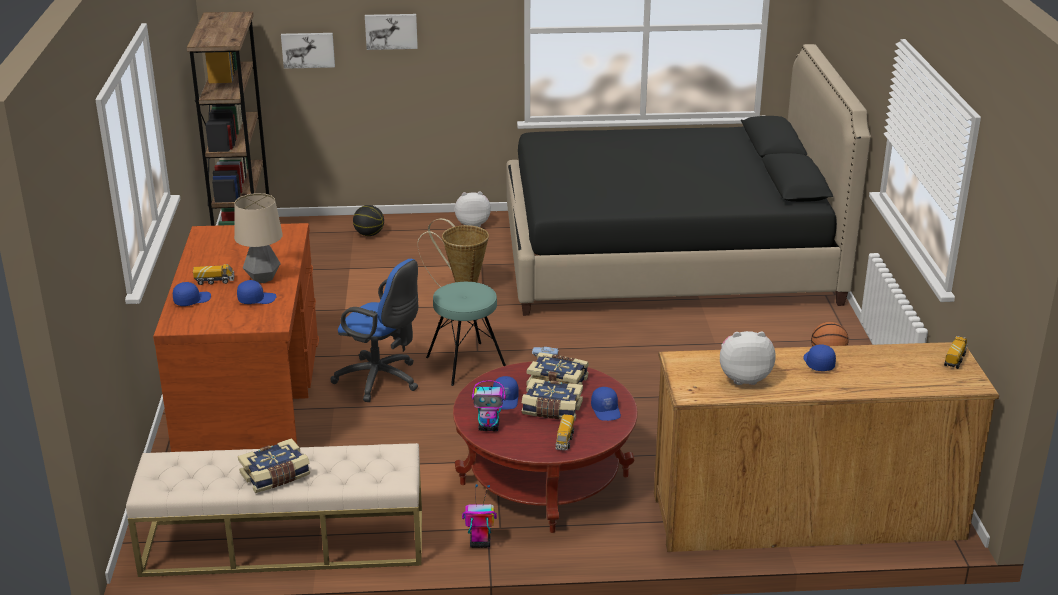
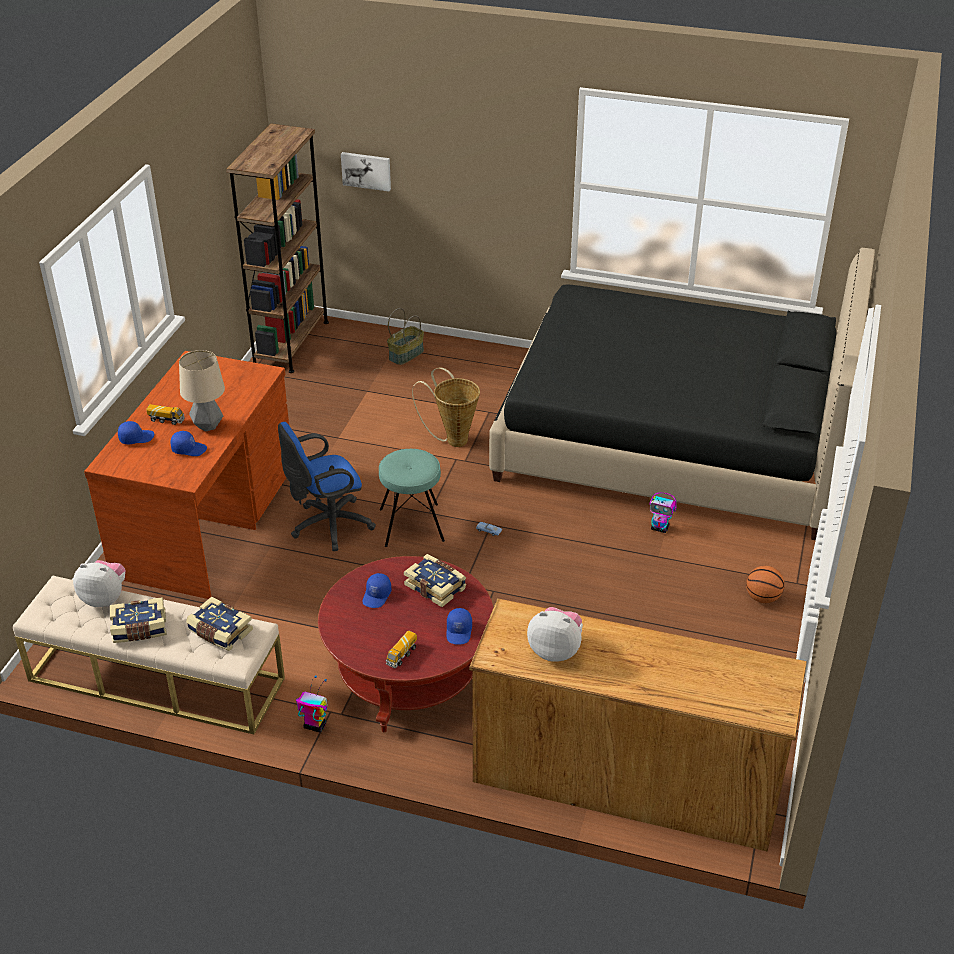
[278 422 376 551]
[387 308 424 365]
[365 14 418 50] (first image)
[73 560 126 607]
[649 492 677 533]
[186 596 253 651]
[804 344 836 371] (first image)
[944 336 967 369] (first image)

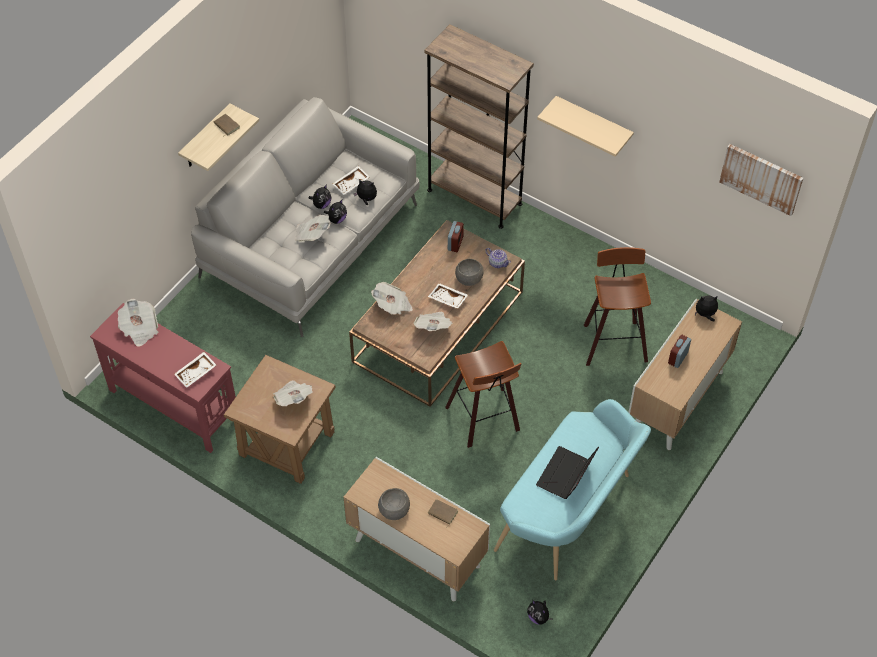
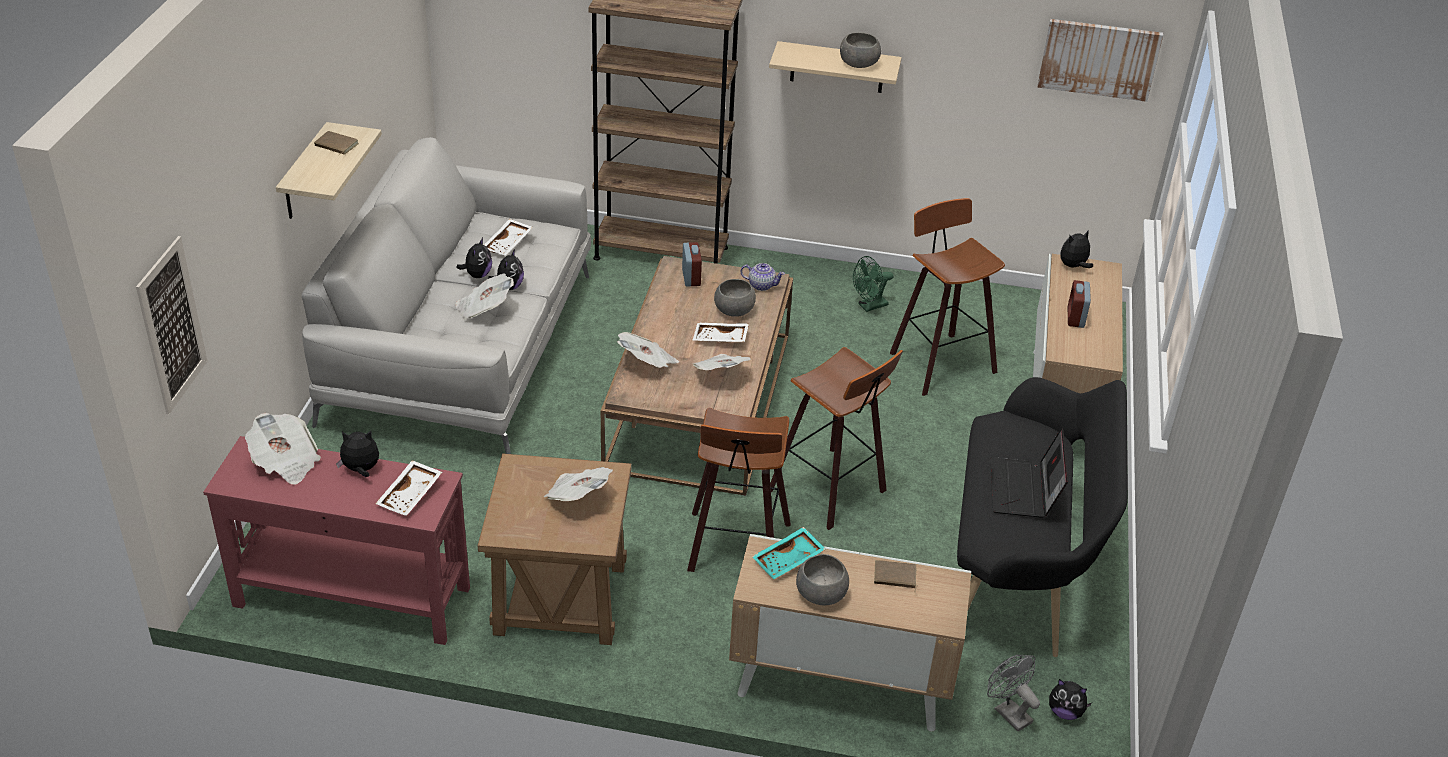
[336 431 379 477]
[957 377 1128 657]
[136 236 208 414]
[687 408 791 572]
[752 527 825 579]
[840 32 881 68]
[853 256 893 312]
[987 655 1040 731]

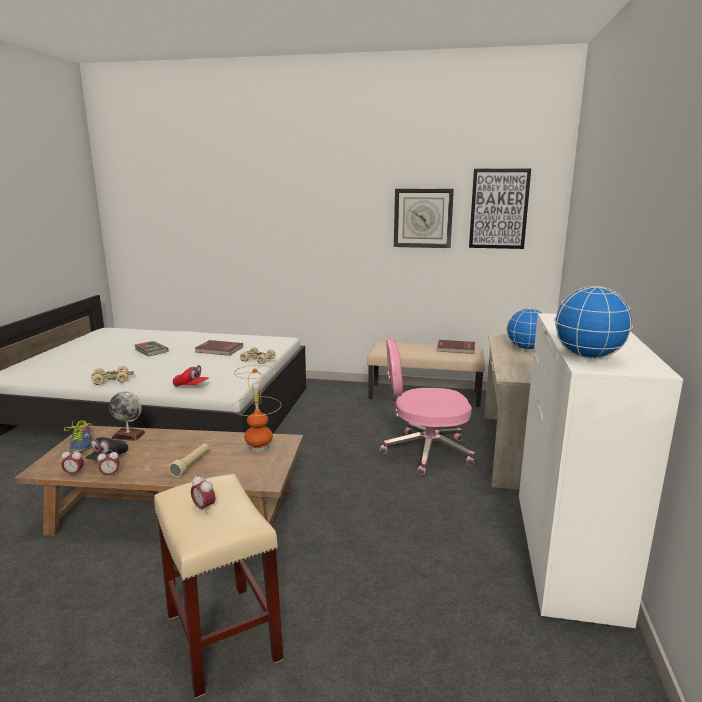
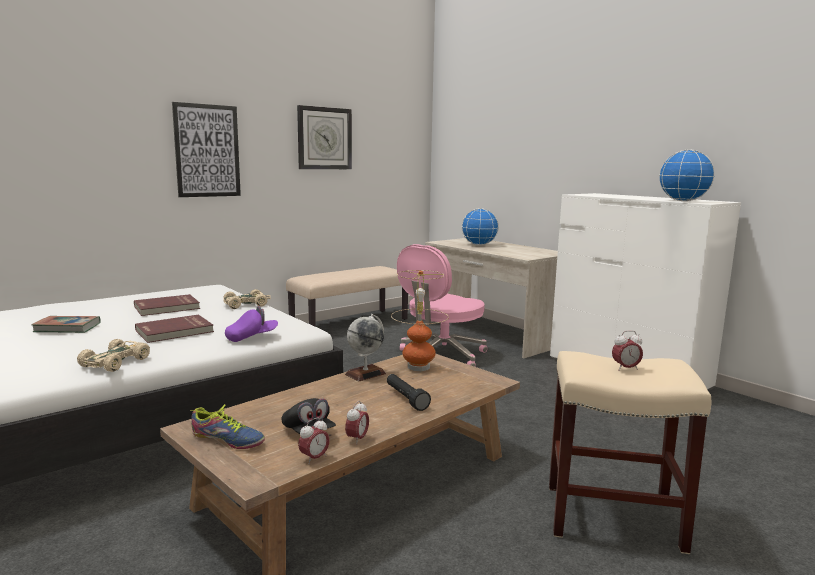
[345 314 386 382]
[387 374 431 411]
[225 306 278 342]
[135 315 214 343]
[172 102 241 197]

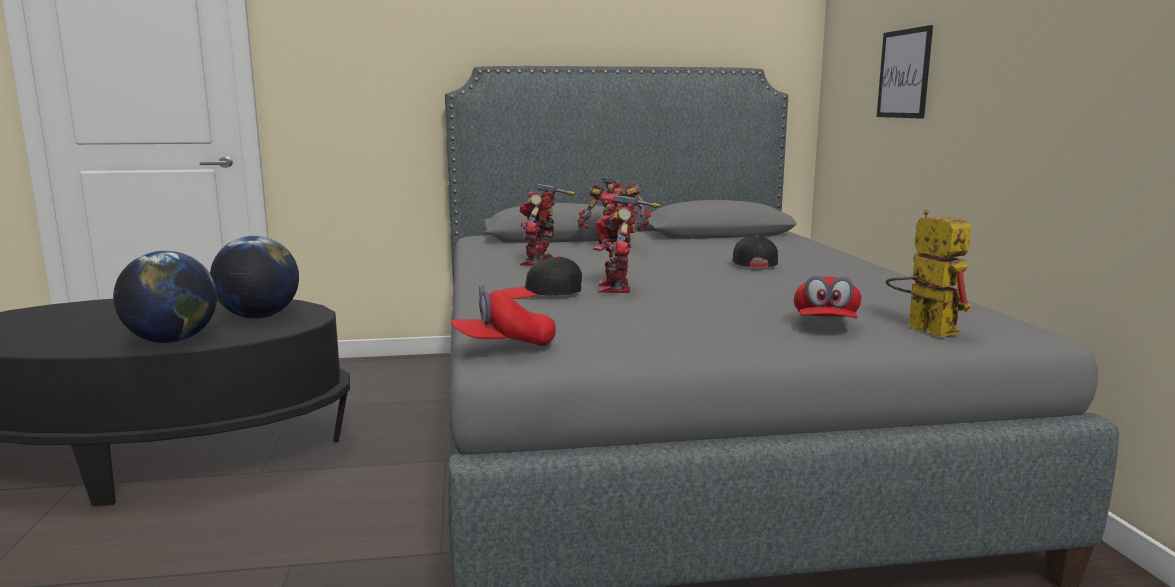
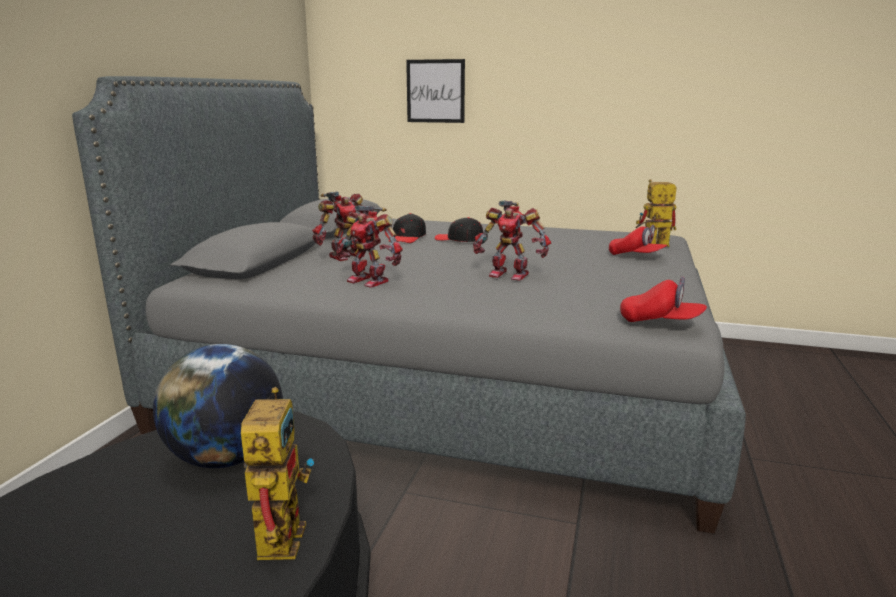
[241 387 314 560]
[620 277 707 322]
[389 213 426 243]

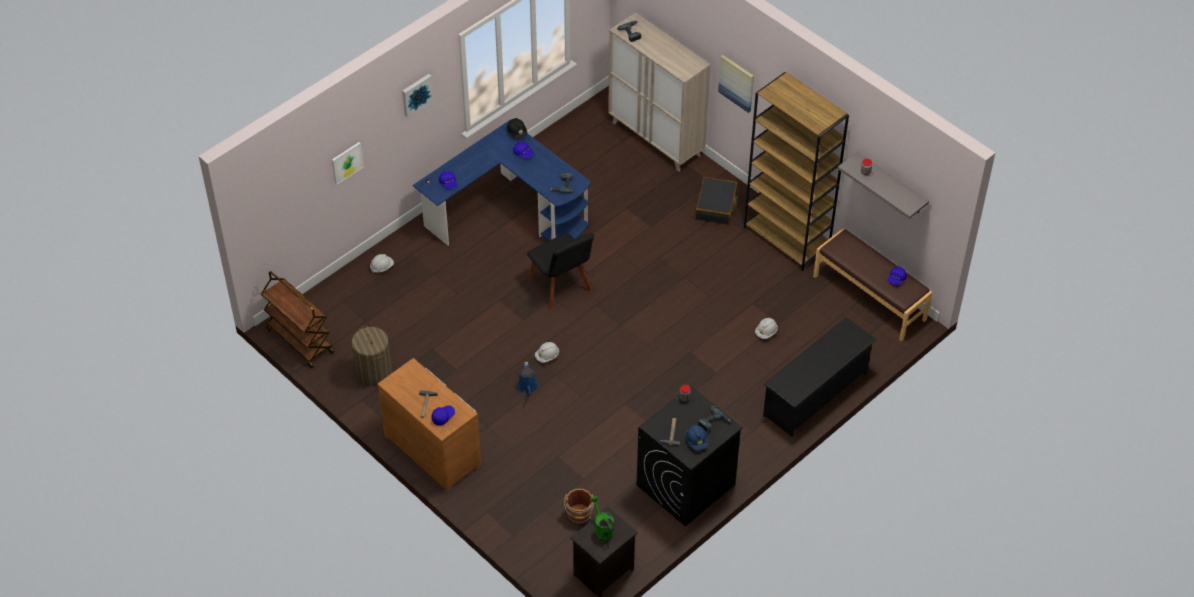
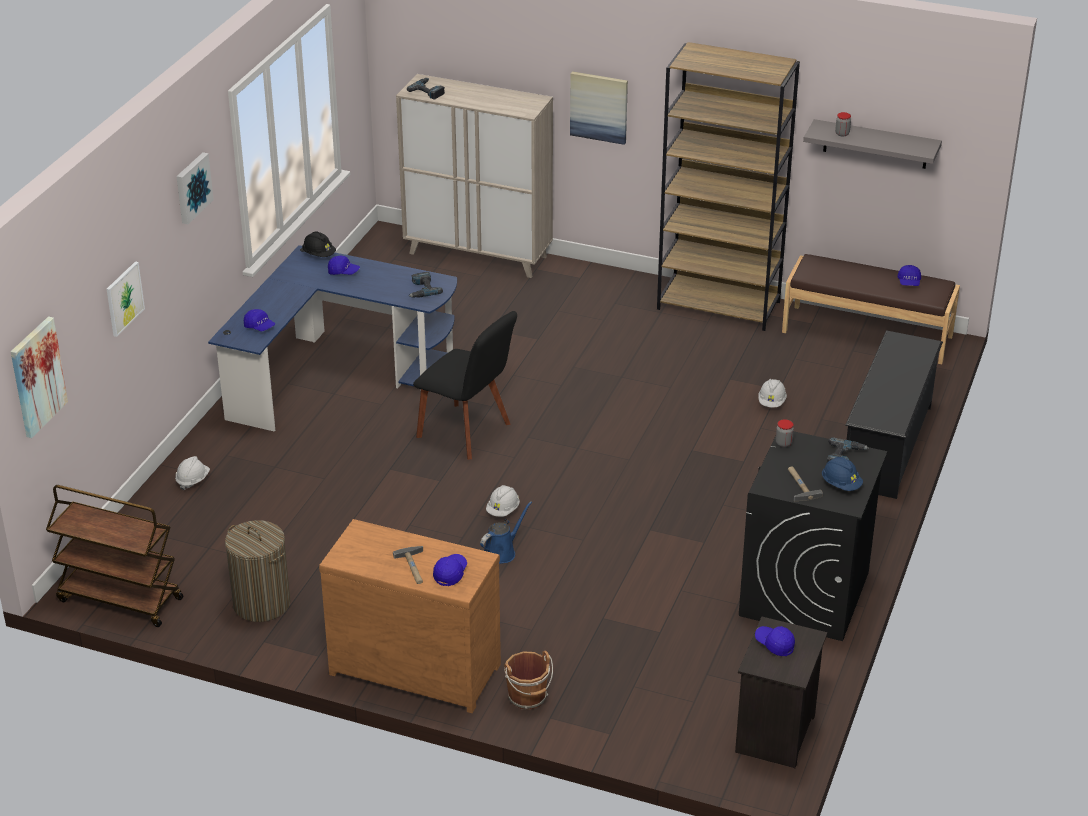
[480 501 532 564]
[504 651 553 710]
[755 626 795 656]
[695 177 738 225] (first image)
[11 316 68 438]

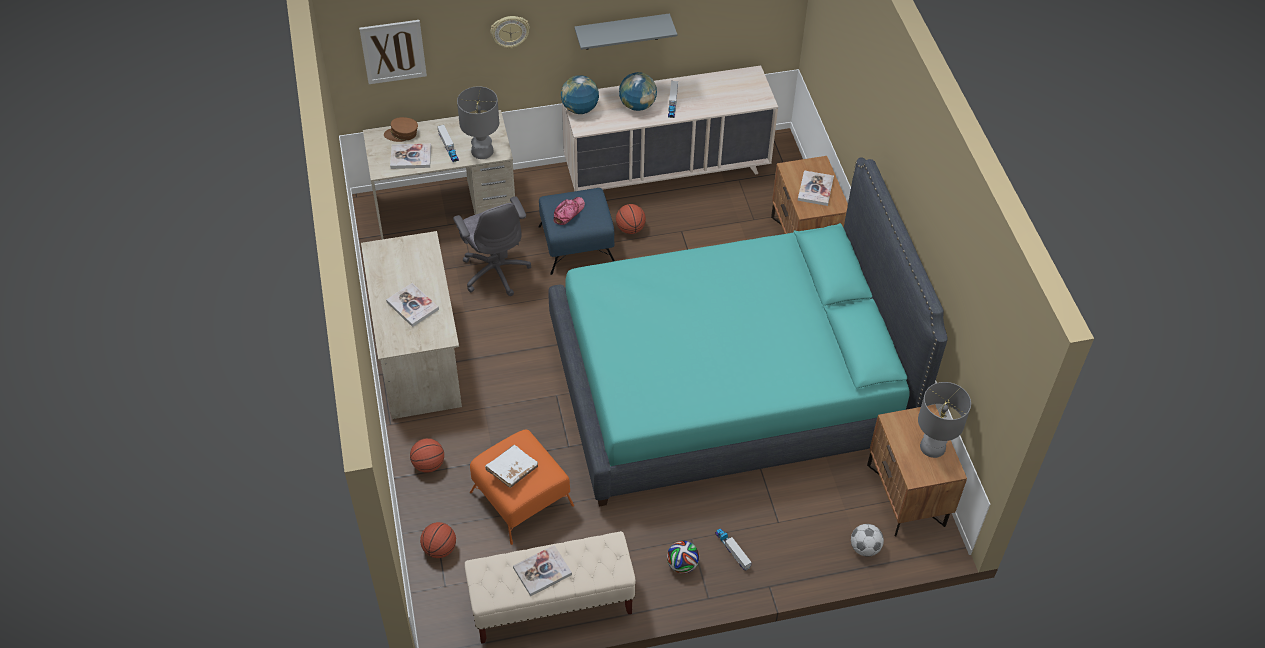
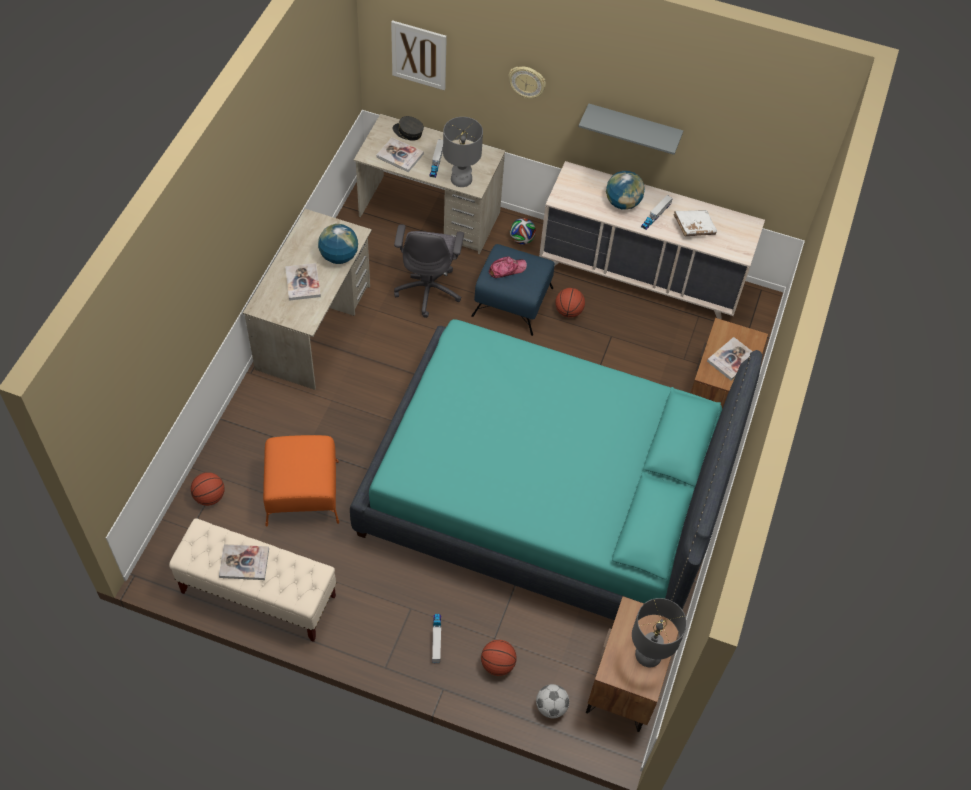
[393 116 424 141]
[481 640 517 676]
[674 210 717 236]
[318 224 358 264]
[510 218 536 245]

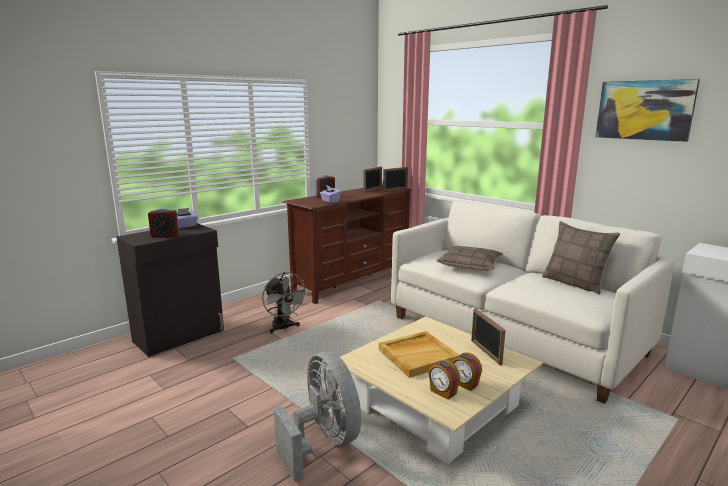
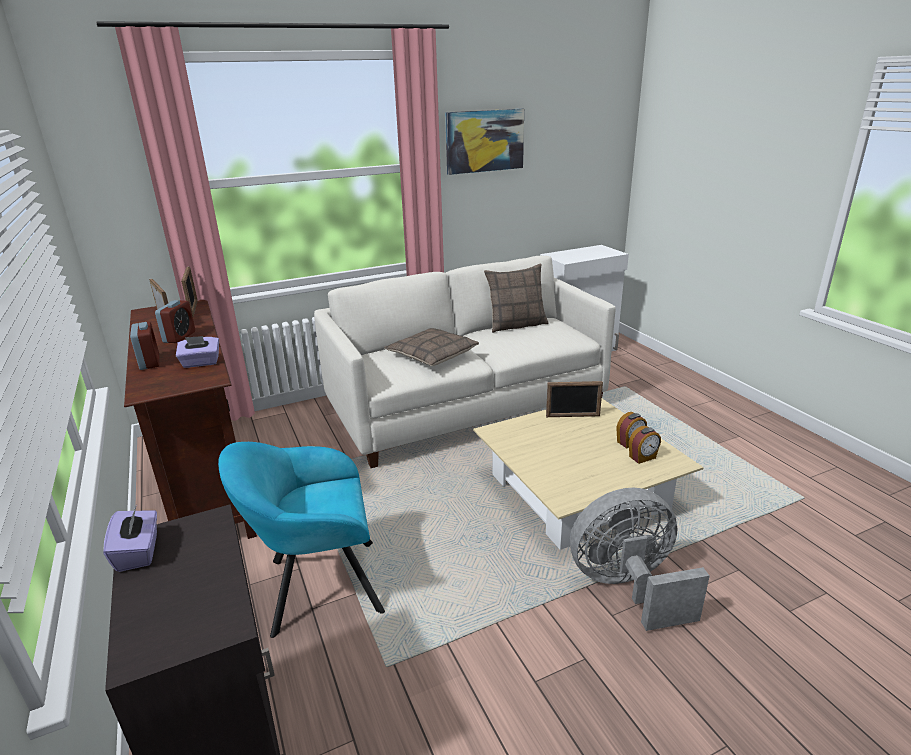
[155 300 195 343]
[218 442 385 638]
[379 331 459 378] (first image)

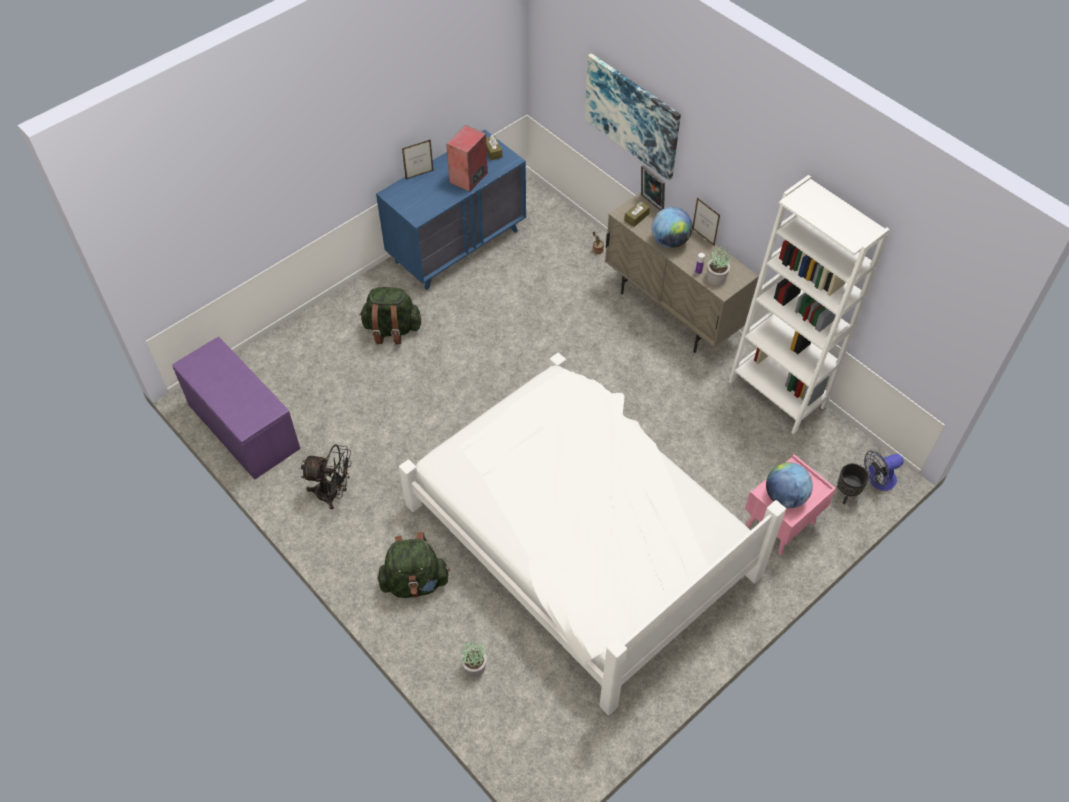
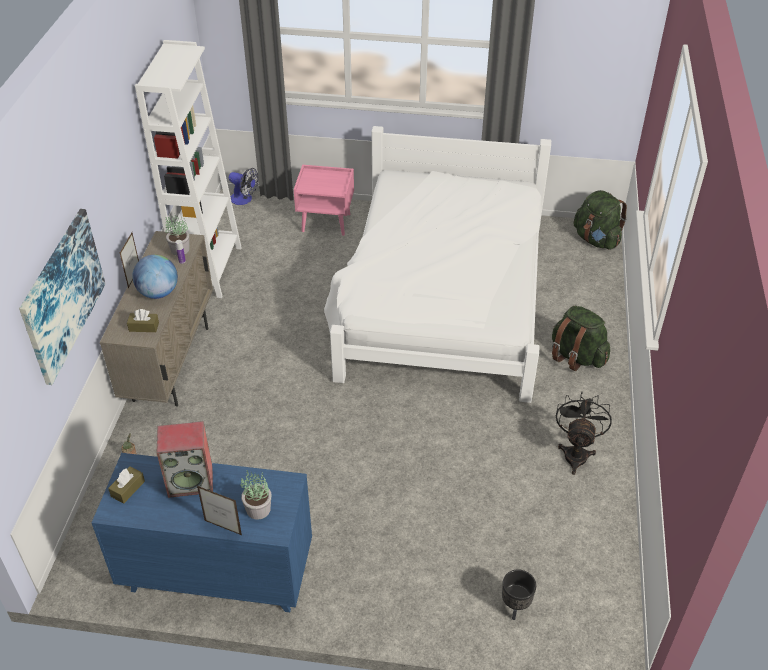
[172 337 300 480] (first image)
[556 392 612 475]
[573 190 627 250]
[241 471 271 520]
[641 165 665 211] (first image)
[766 462 813 508] (first image)
[502 569 536 620]

